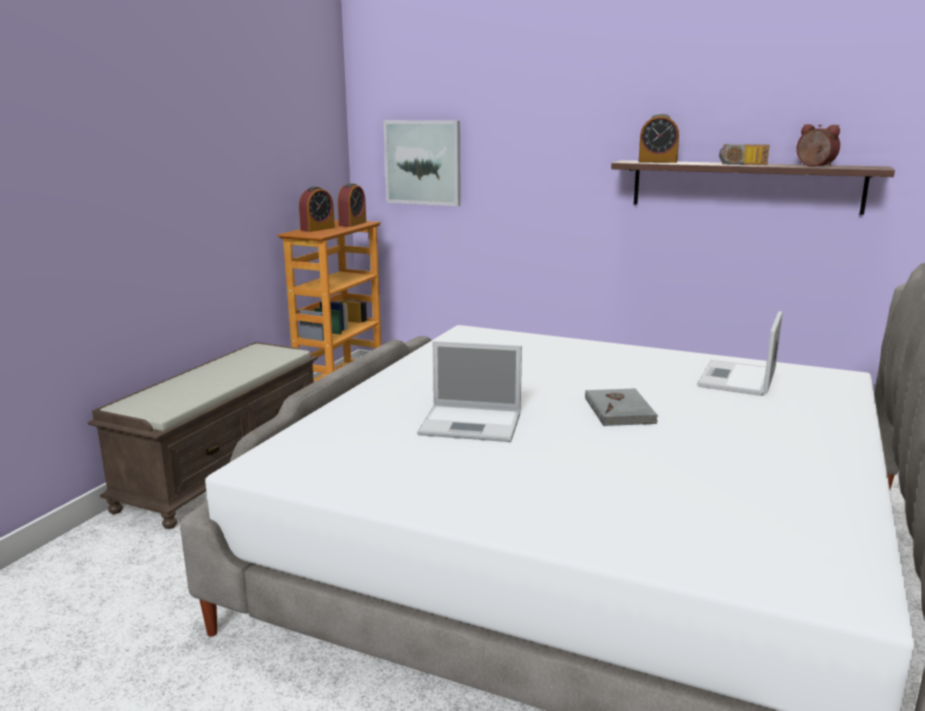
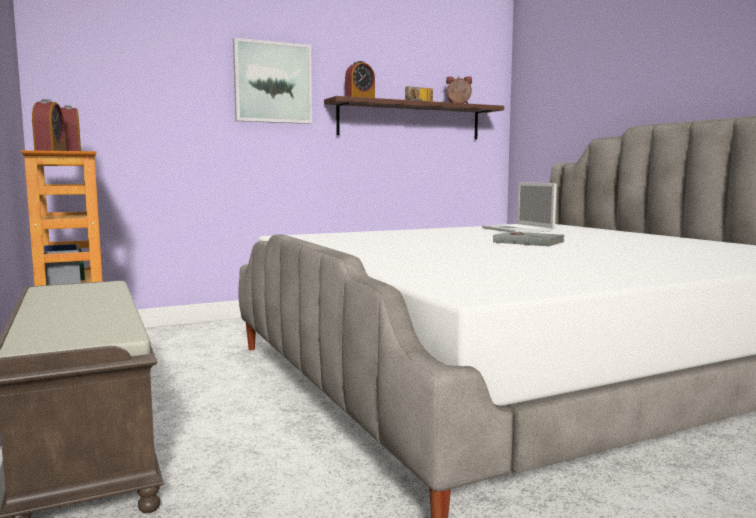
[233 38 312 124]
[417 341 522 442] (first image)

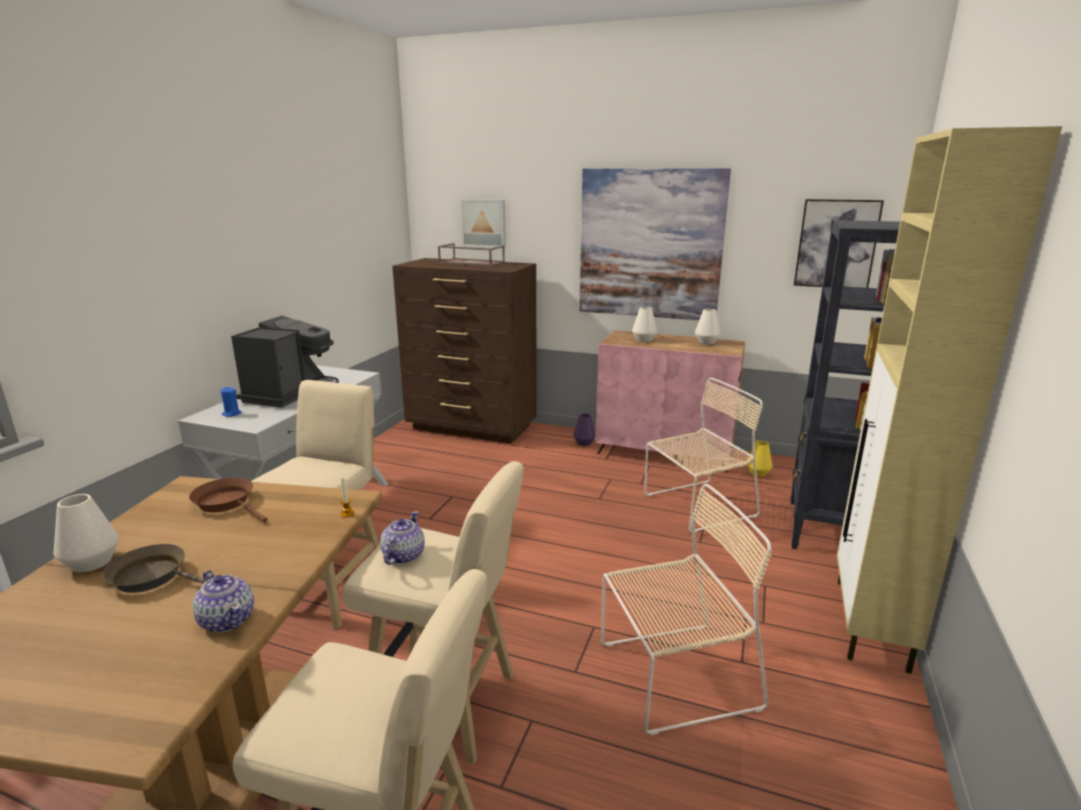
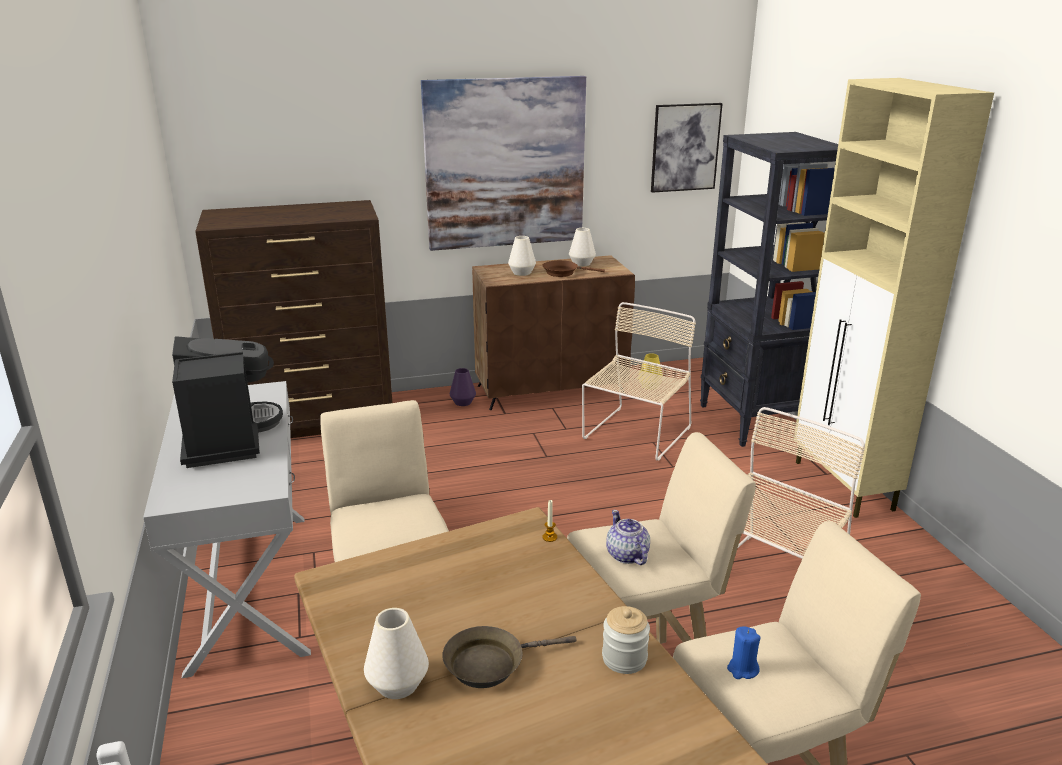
[542 260 605 277]
[602 606 650 674]
[727 626 761 679]
[438 243 505 266] (first image)
[460 199 506 247] (first image)
[472 255 635 410]

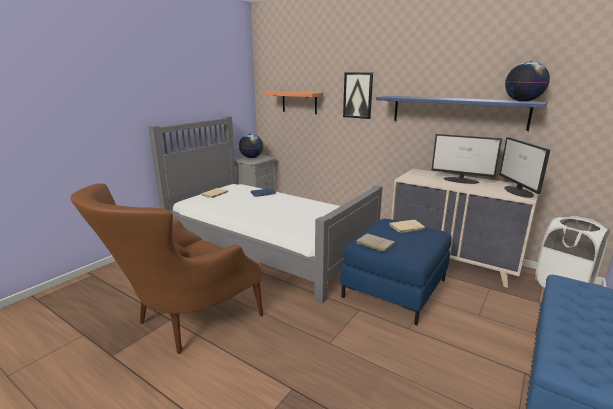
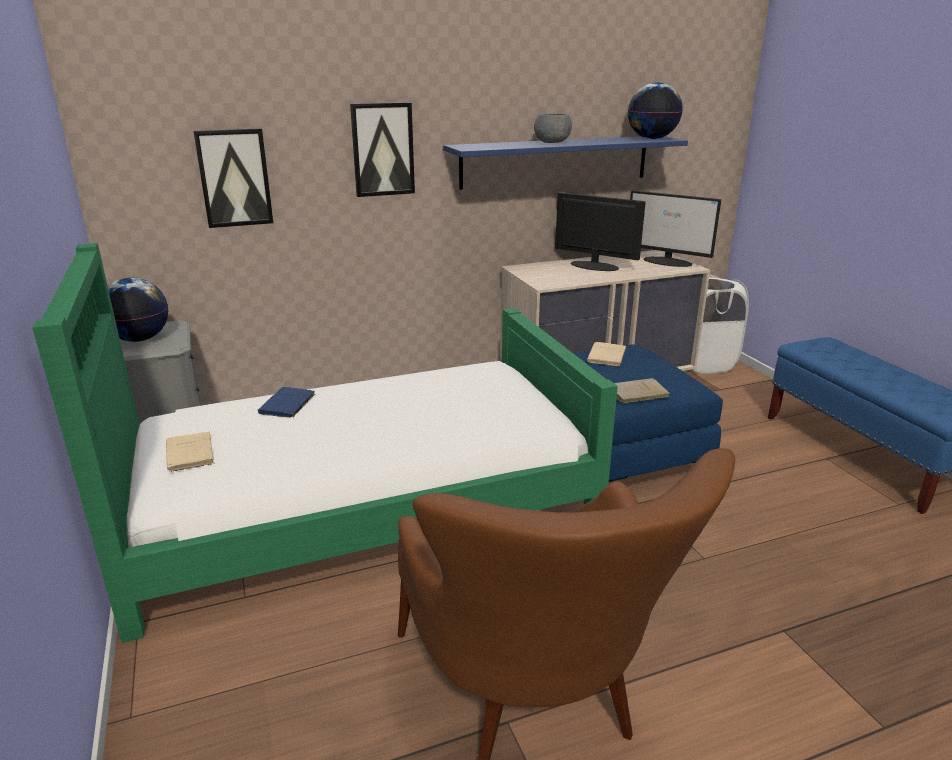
[32 243 618 643]
[194 128 273 228]
[555 192 646 271]
[534 114 572 143]

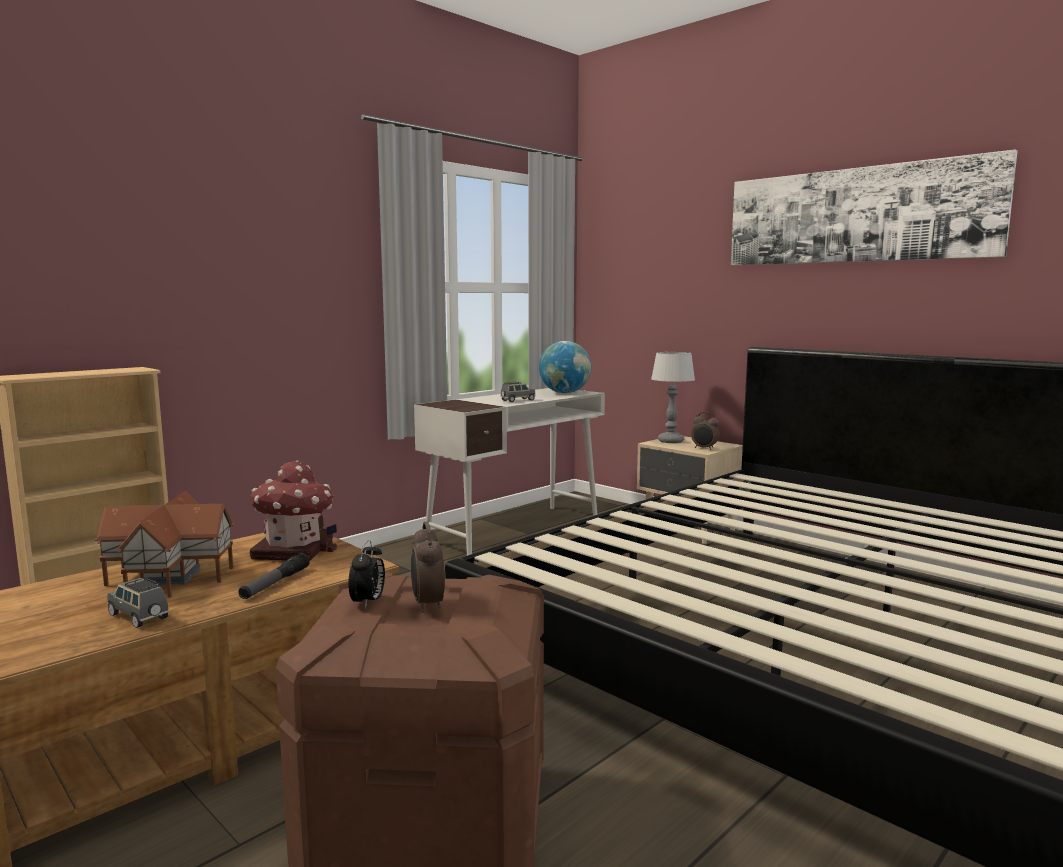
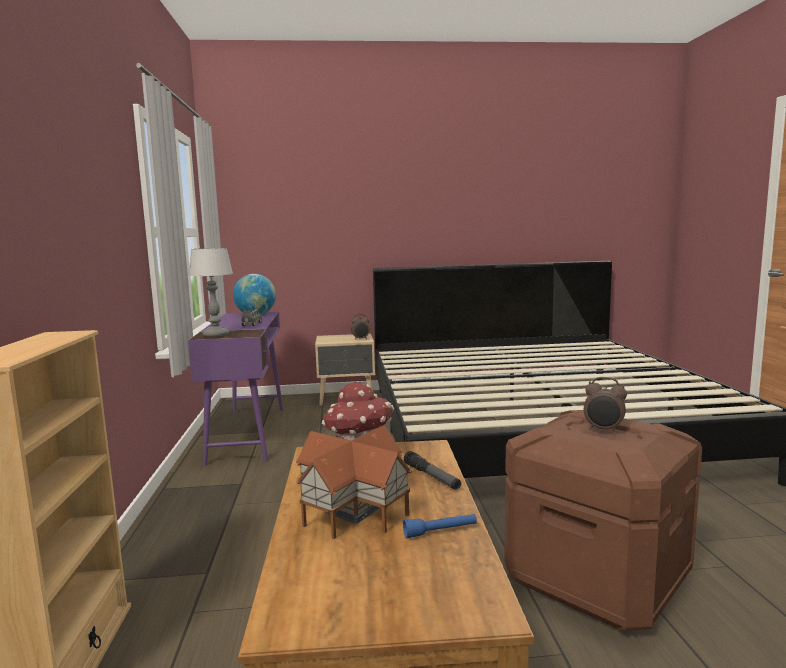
[403 514 477 538]
[348 540 385 609] (first image)
[188 312 283 466]
[189 248 233 337]
[731 149 1018 265] (first image)

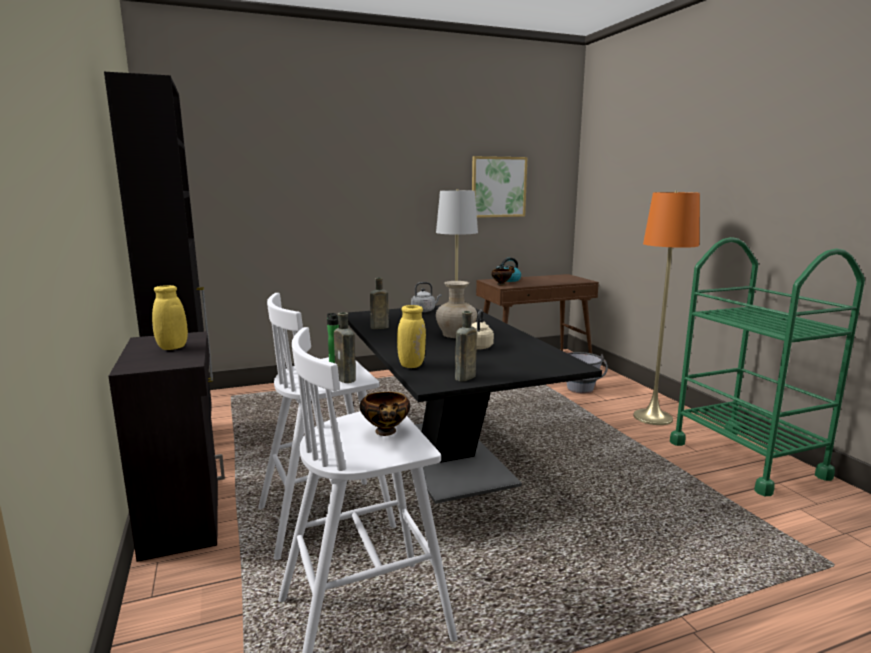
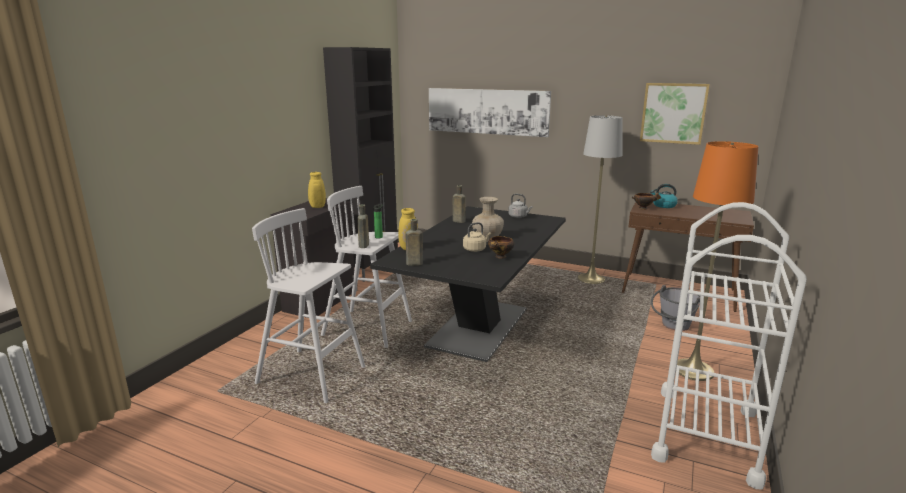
[488 236 514 259]
[651 202 807 490]
[429 88 551 137]

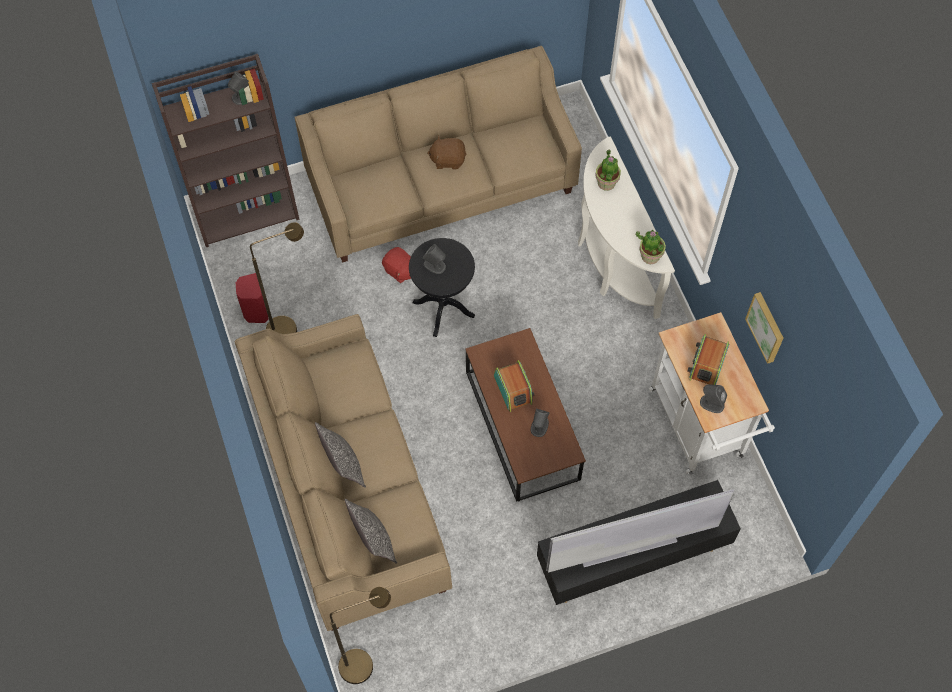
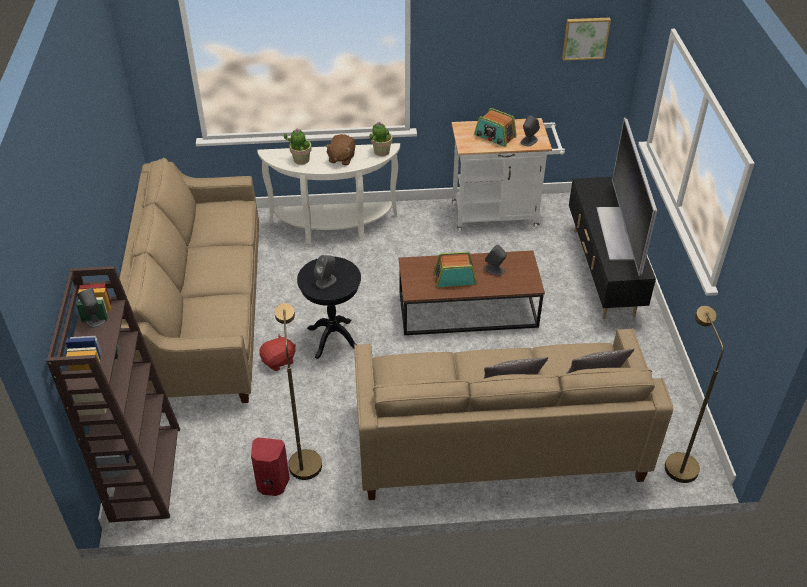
[325 134 356 165]
[562 18 611 60]

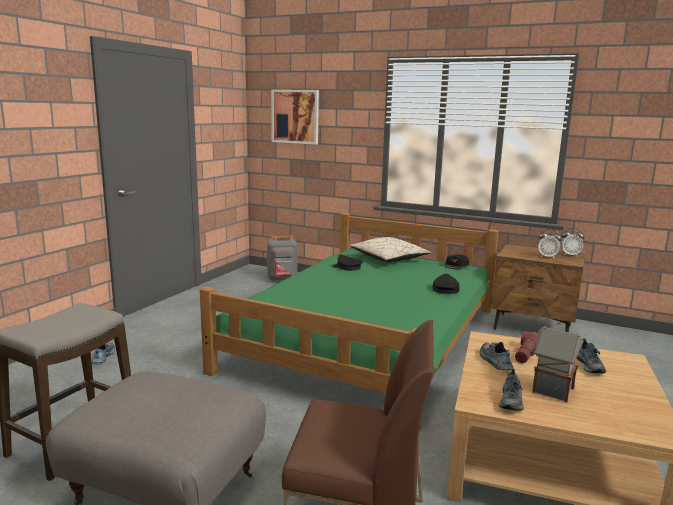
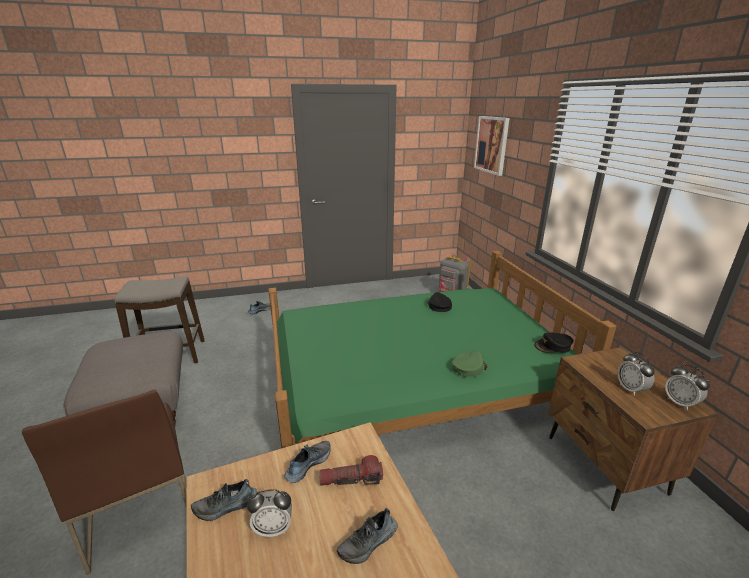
[349 237 431 262] (first image)
[452 351 488 377]
[247 489 292 537]

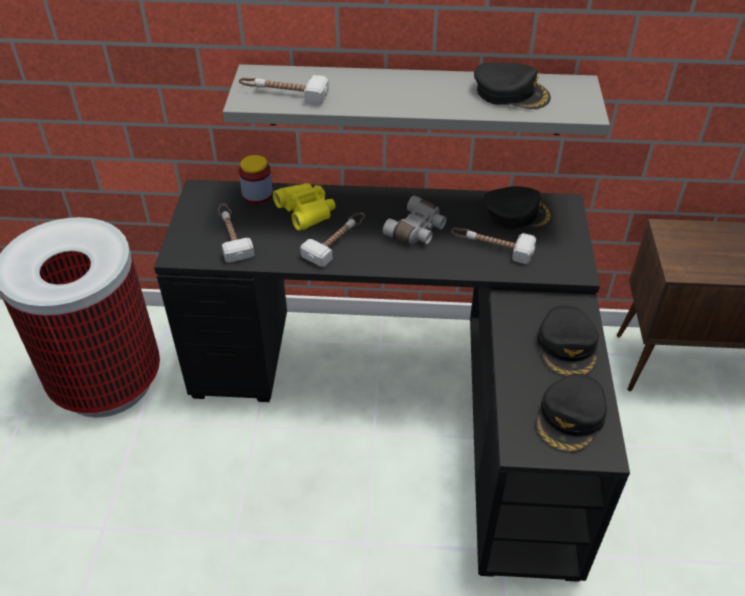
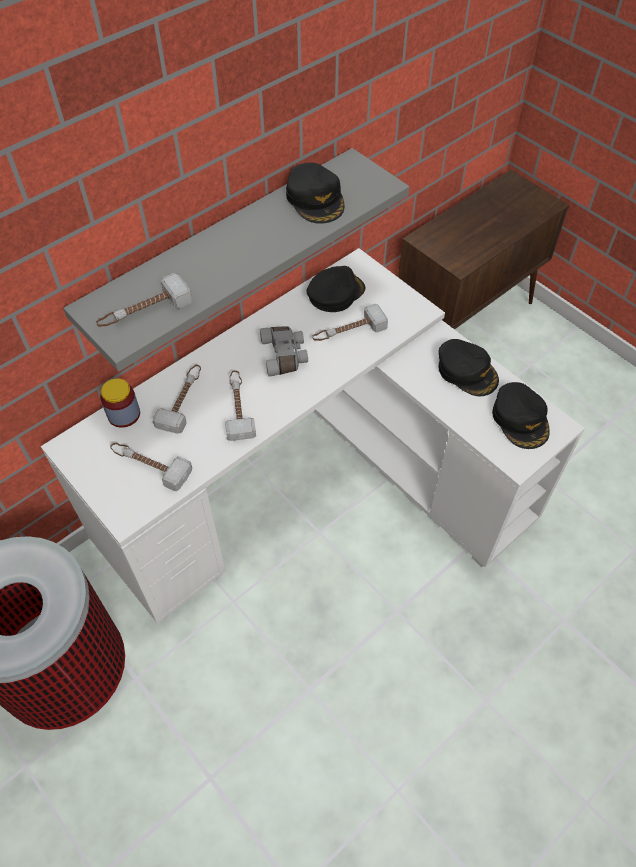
[41 248 585 624]
[153 365 201 434]
[286 162 344 224]

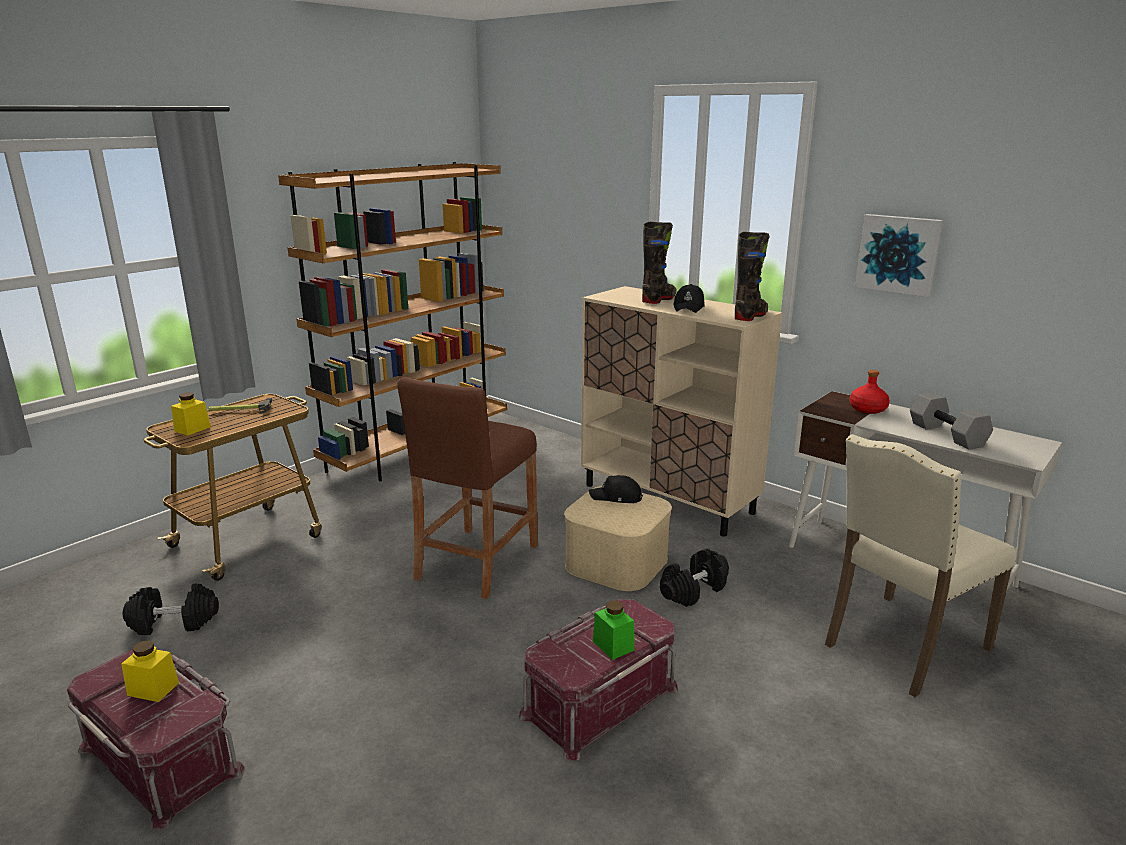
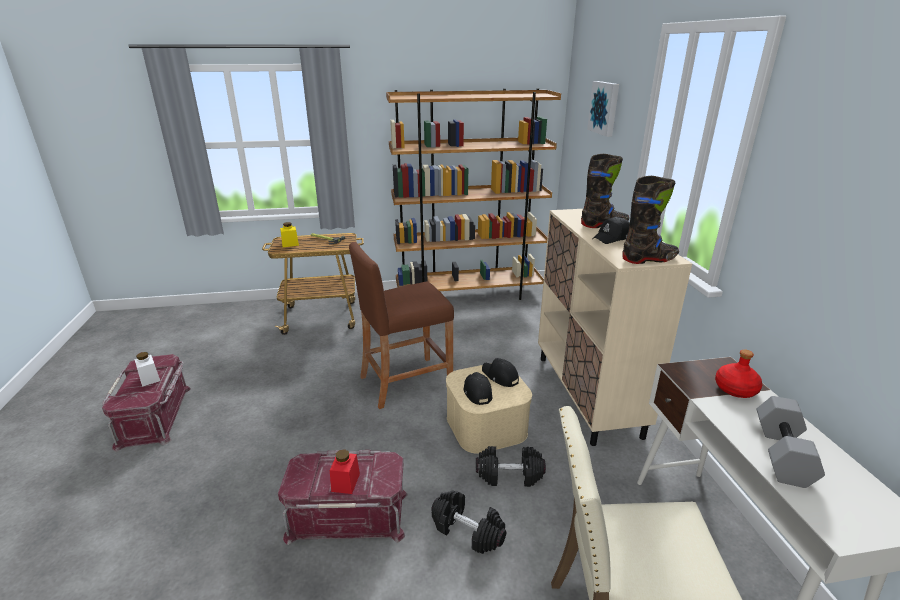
[134 352 160 387]
[431 490 506 554]
[330 449 360 494]
[587 81 619 137]
[463 372 492 405]

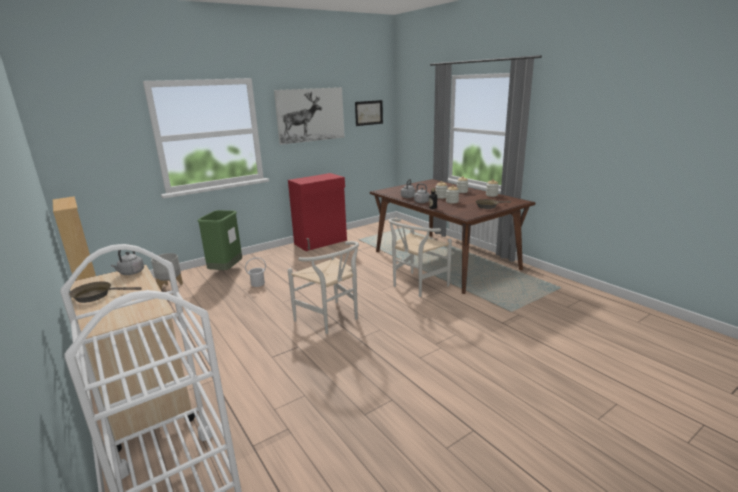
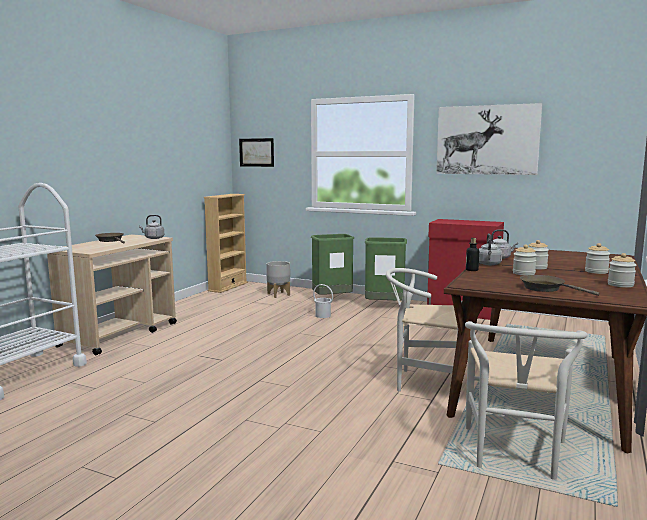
[465 321 587 480]
[239 138 274 167]
[364 237 407 300]

